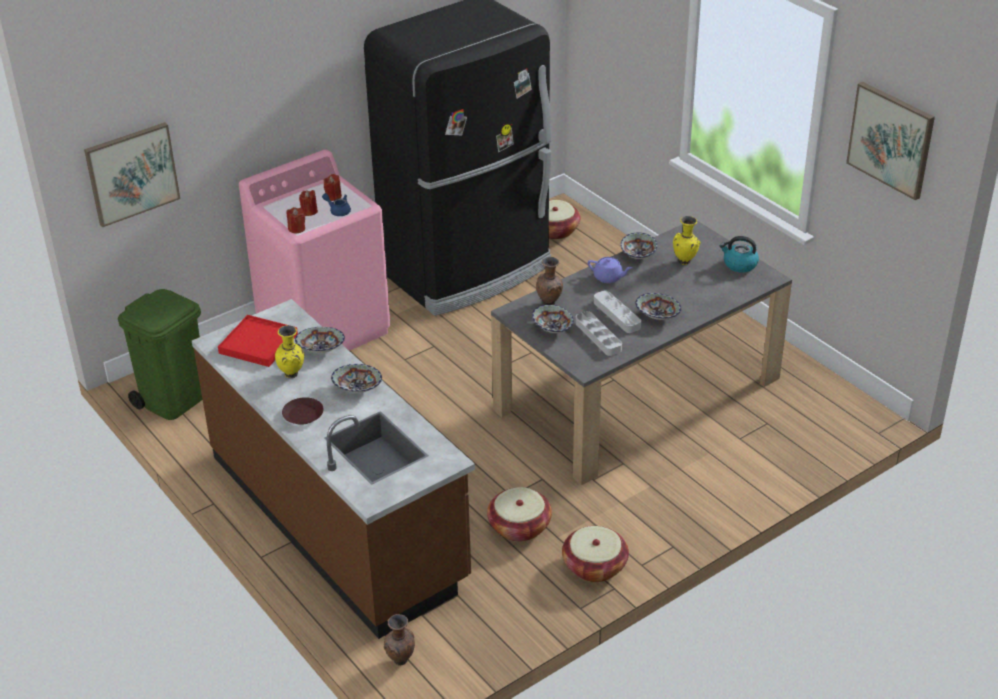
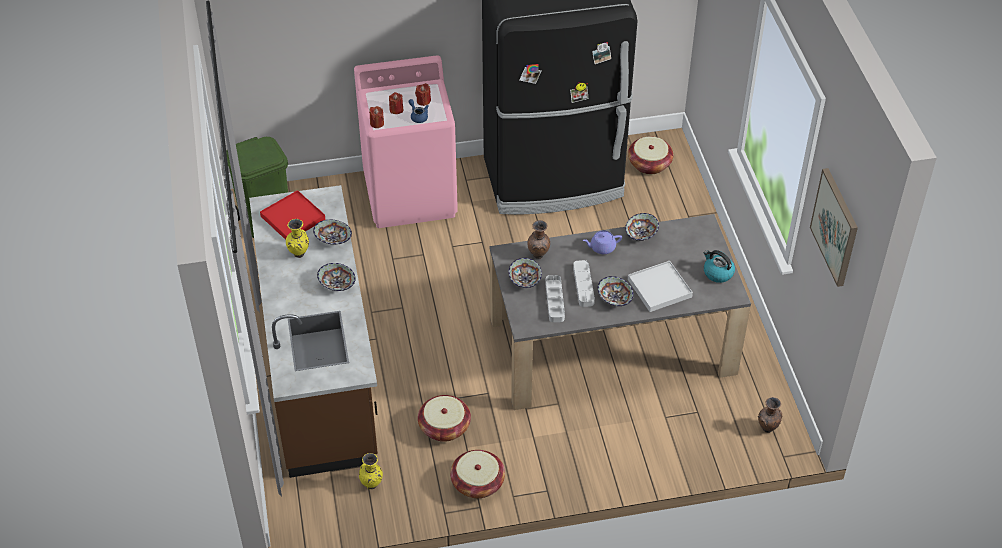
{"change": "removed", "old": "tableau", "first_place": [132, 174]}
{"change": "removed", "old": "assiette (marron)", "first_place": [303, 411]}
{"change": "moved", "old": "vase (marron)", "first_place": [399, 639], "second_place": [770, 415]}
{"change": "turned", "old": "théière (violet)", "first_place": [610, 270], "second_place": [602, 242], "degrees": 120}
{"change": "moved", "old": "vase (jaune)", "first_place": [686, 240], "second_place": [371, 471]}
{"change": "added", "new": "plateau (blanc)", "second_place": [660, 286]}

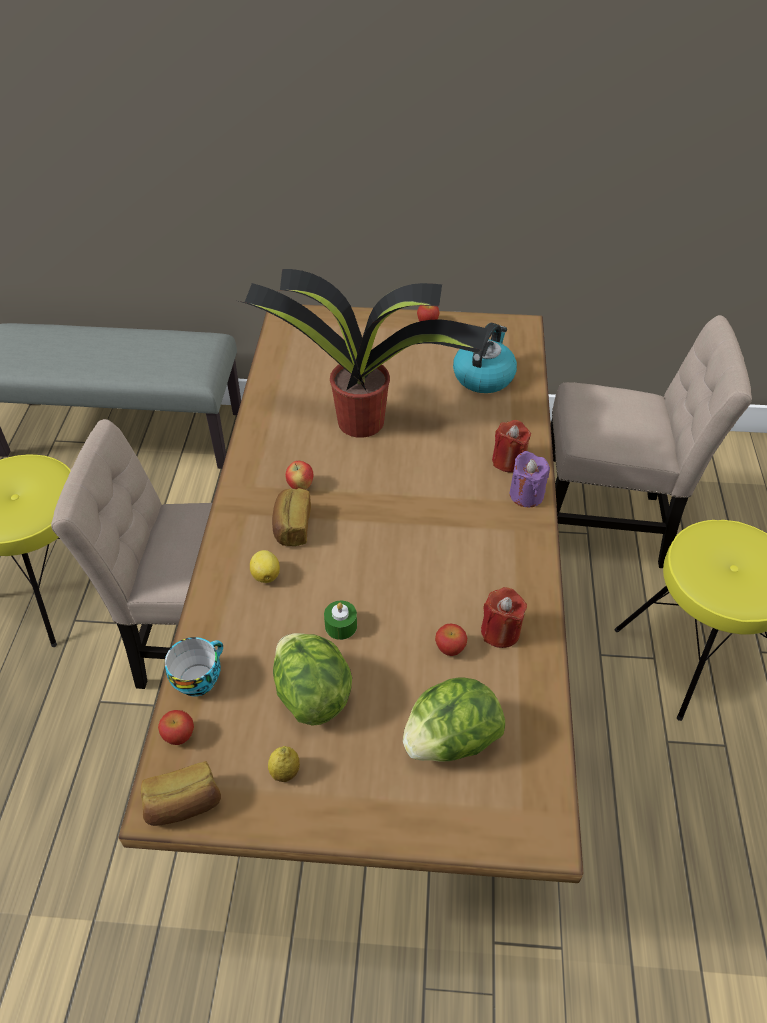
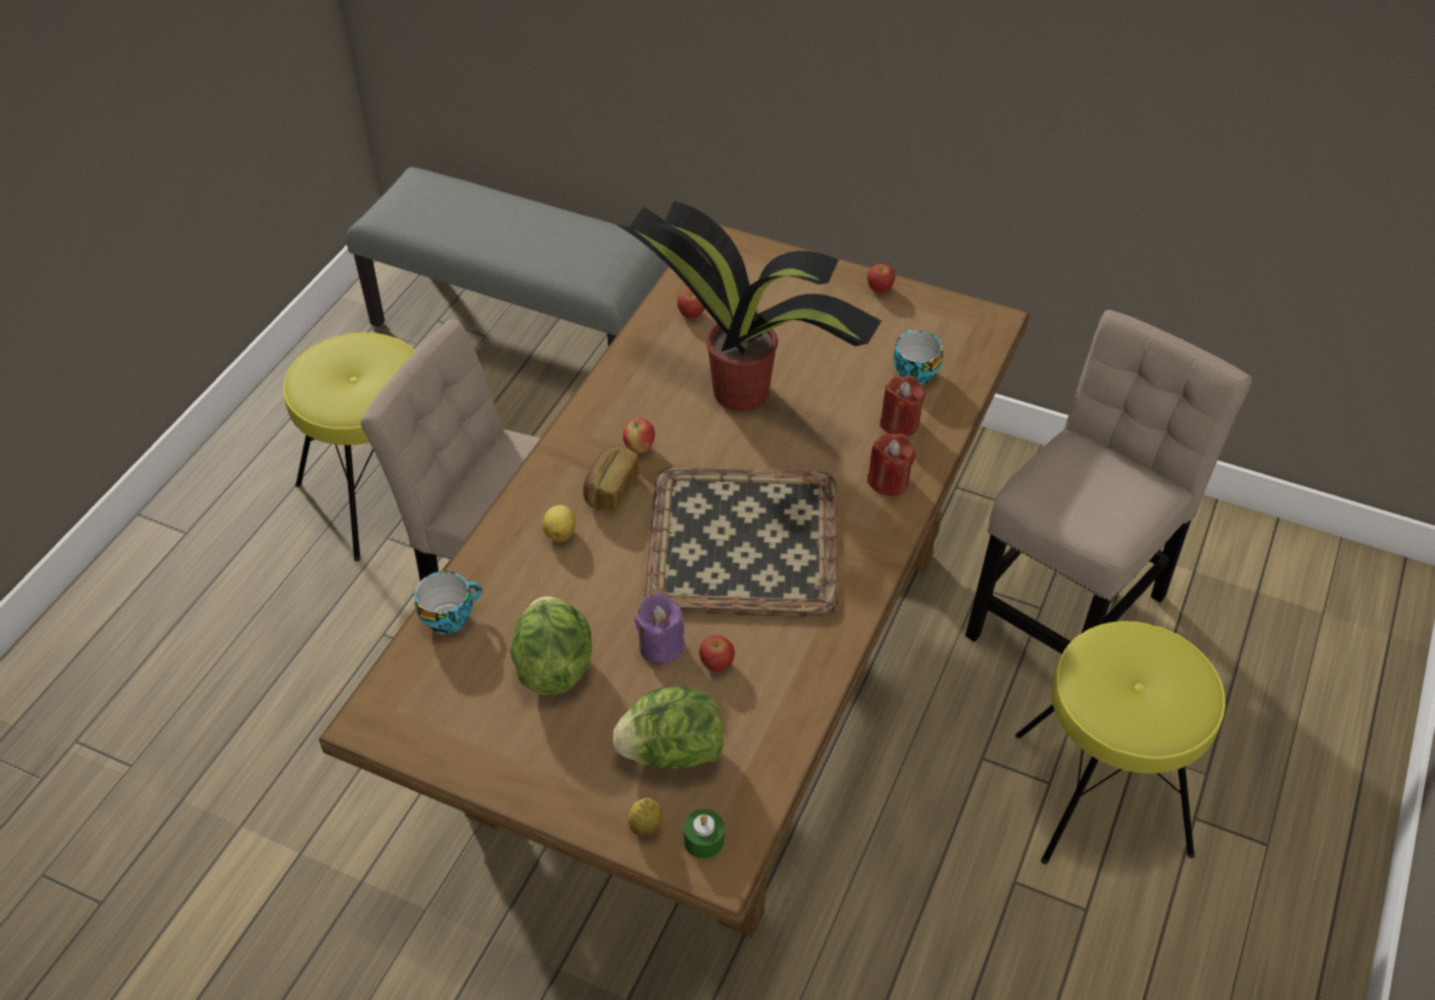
{"change": "removed", "old": "pain", "first_place": [181, 793]}
{"change": "moved", "old": "pomme", "first_place": [176, 727], "second_place": [691, 304]}
{"change": "moved", "old": "citron", "first_place": [284, 764], "second_place": [645, 817]}
{"change": "moved", "old": "bougie (vert)", "first_place": [340, 620], "second_place": [704, 834]}
{"change": "replaced", "old": "bouilloire", "new": "tasse", "first_place": [485, 358], "second_place": [918, 357]}
{"change": "moved", "old": "bougie (rouge)", "first_place": [504, 617], "second_place": [902, 406]}
{"change": "moved", "old": "bougie (violet)", "first_place": [529, 479], "second_place": [660, 629]}
{"change": "turned", "old": "chaise (beige)", "first_place": [651, 441], "second_place": [1108, 482], "degrees": -75}
{"change": "added", "new": "plateau", "second_place": [741, 542]}

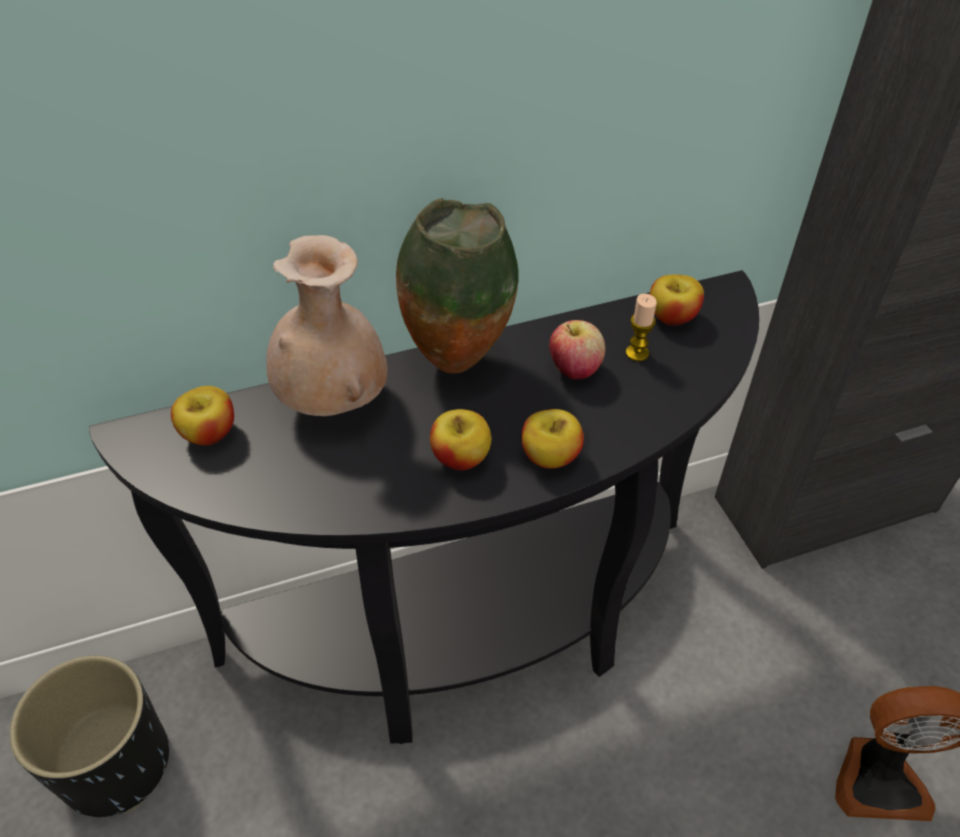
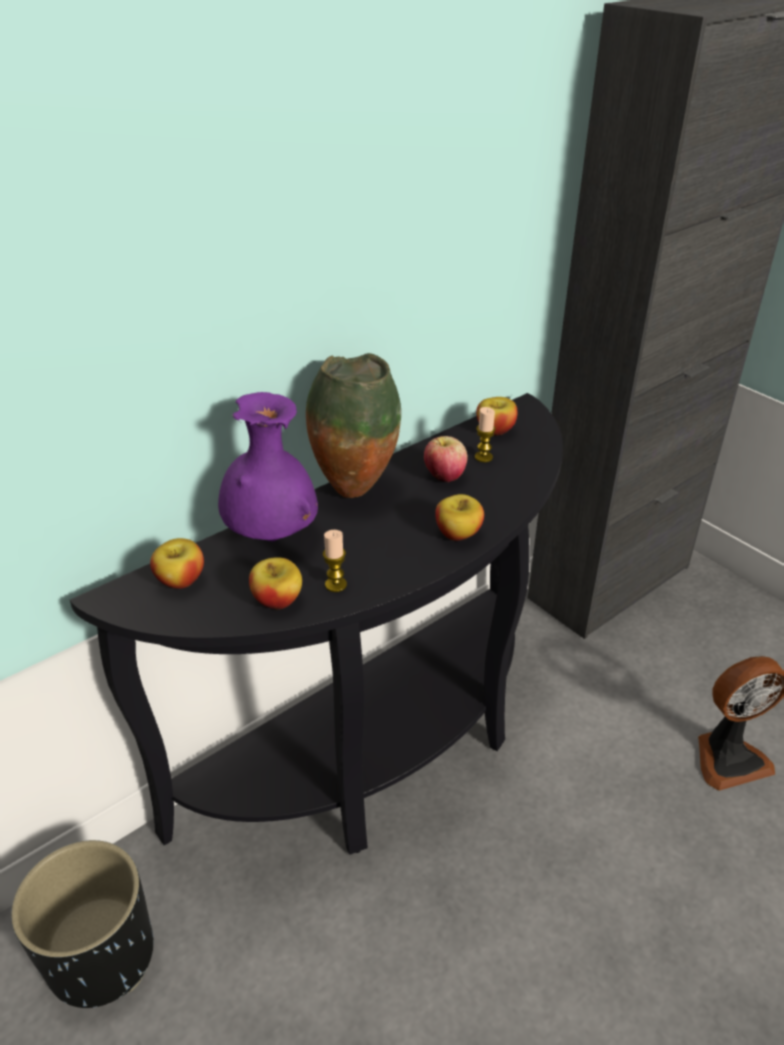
{"change": "recoloured", "old": "vase (beige)", "new": "vase (violet)", "first_place": [327, 325], "second_place": [268, 466]}
{"change": "moved", "old": "pomme", "first_place": [460, 440], "second_place": [275, 583]}
{"change": "added", "new": "bougie", "second_place": [335, 561]}

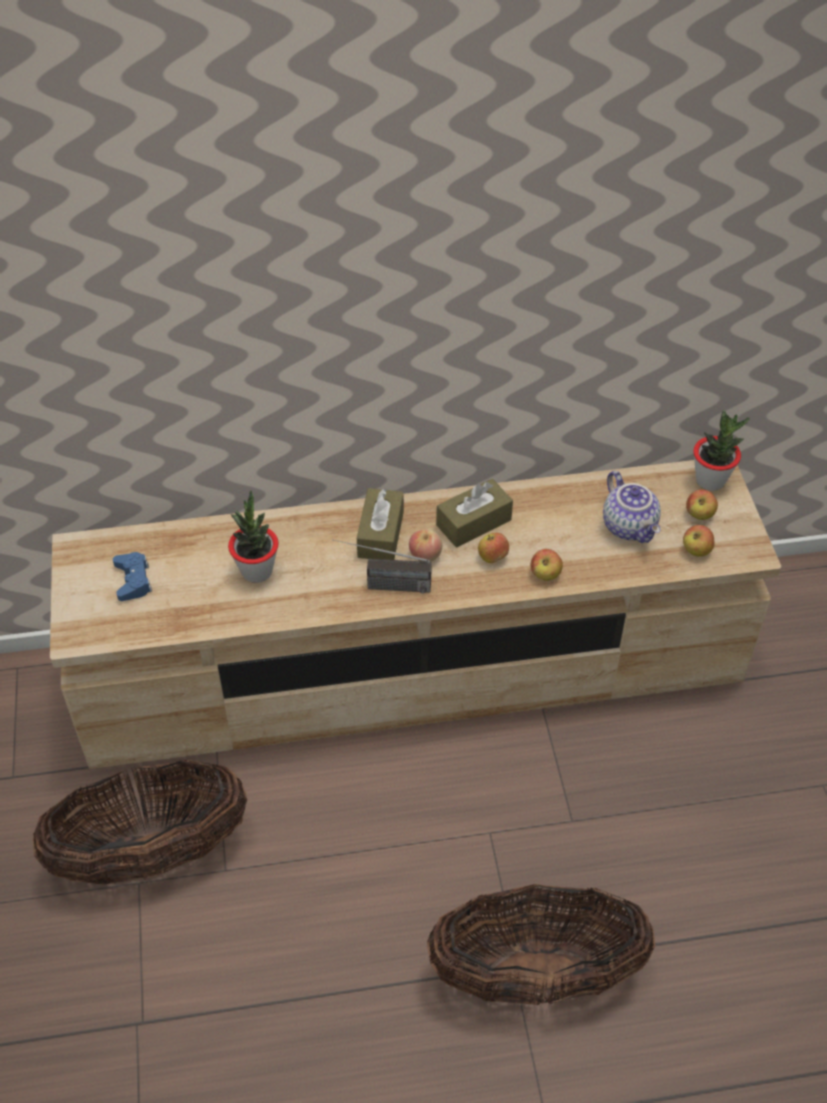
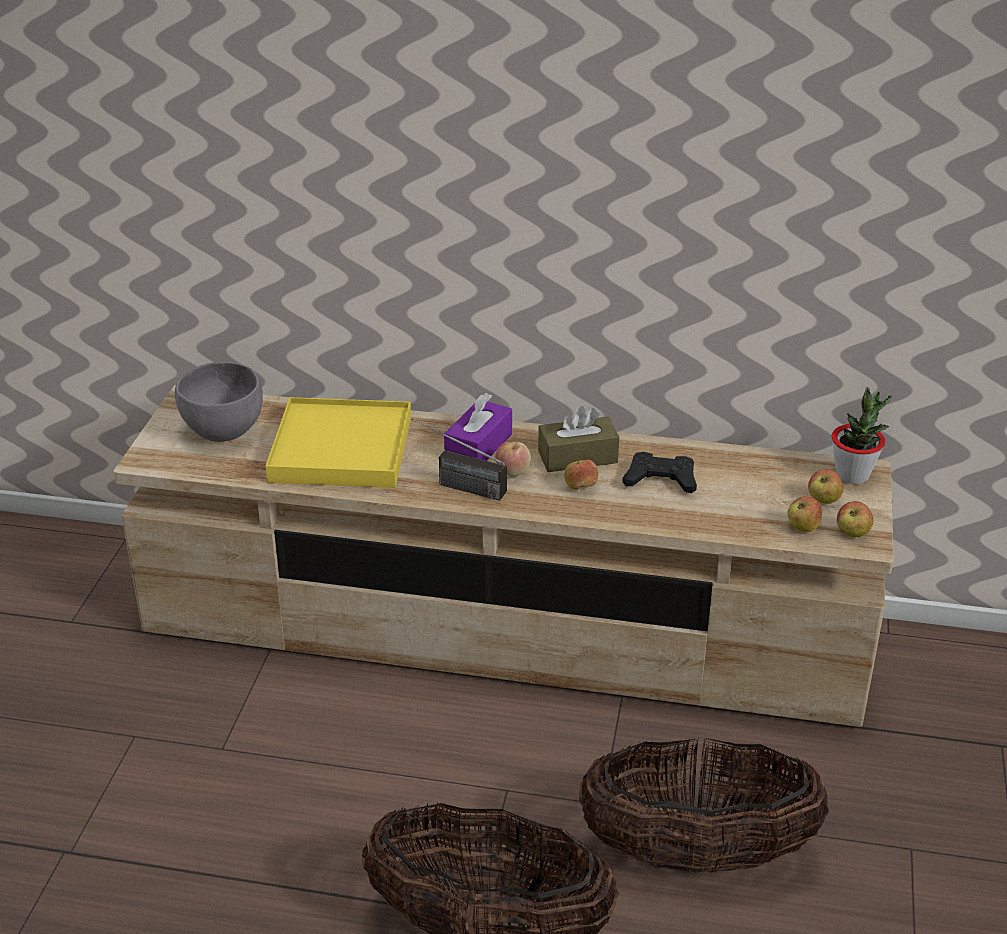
{"change": "moved", "old": "panier", "first_place": [139, 822], "second_place": [704, 805]}
{"change": "replaced", "old": "manette (bleu)", "new": "bol (gris)", "first_place": [132, 576], "second_place": [219, 402]}
{"change": "replaced", "old": "plante en pot", "new": "plateau (jaune)", "first_place": [253, 536], "second_place": [338, 442]}
{"change": "recoloured", "old": "boîte à mouchoirs (marron)", "new": "boîte à mouchoirs (violet)", "first_place": [380, 524], "second_place": [478, 427]}
{"change": "moved", "old": "pomme", "first_place": [546, 564], "second_place": [855, 519]}
{"change": "removed", "old": "théière", "first_place": [632, 507]}
{"change": "added", "new": "manette (noir)", "second_place": [660, 473]}

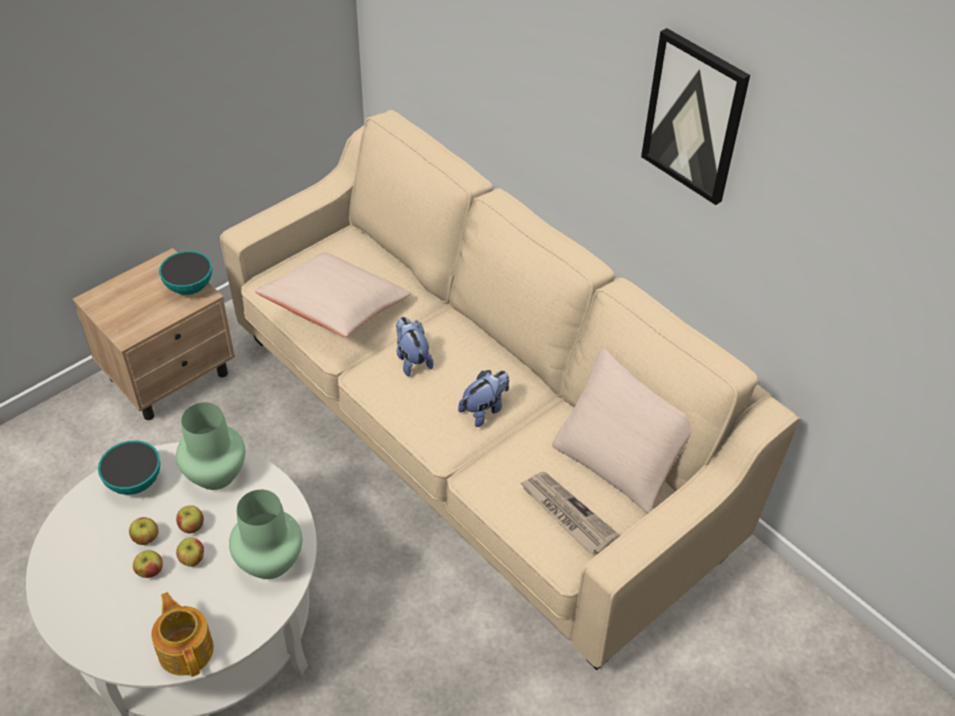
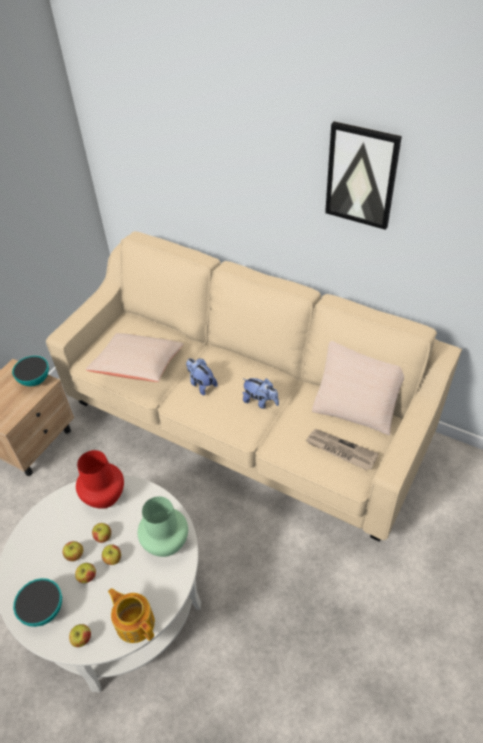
{"change": "moved", "old": "bol", "first_place": [129, 467], "second_place": [37, 602]}
{"change": "recoloured", "old": "vase (vert)", "new": "vase (rouge)", "first_place": [210, 446], "second_place": [100, 479]}
{"change": "turned", "old": "peluche", "first_place": [483, 398], "second_place": [260, 393], "degrees": 90}
{"change": "added", "new": "pomme", "second_place": [80, 635]}

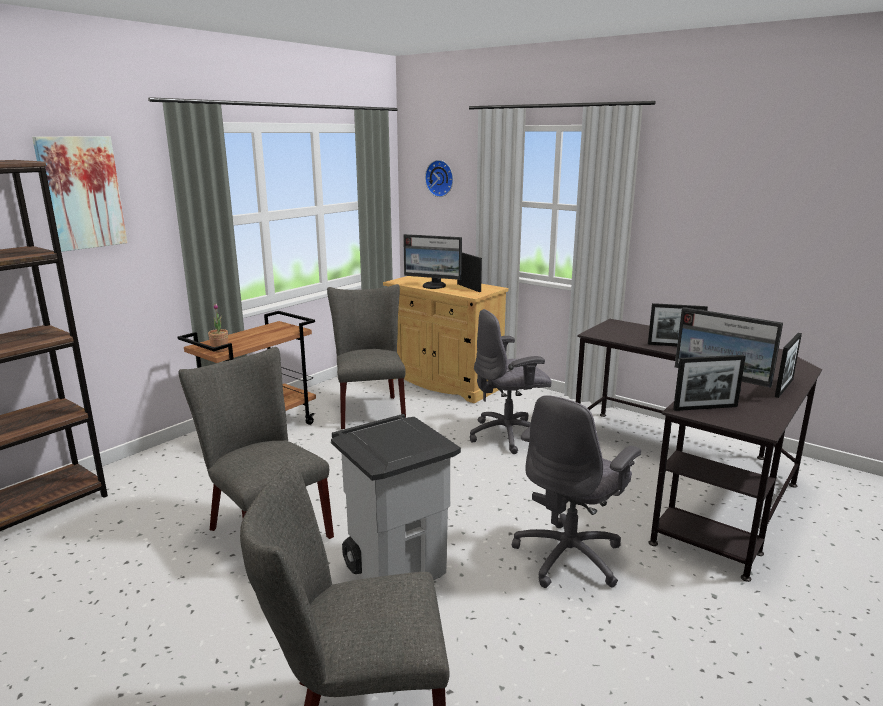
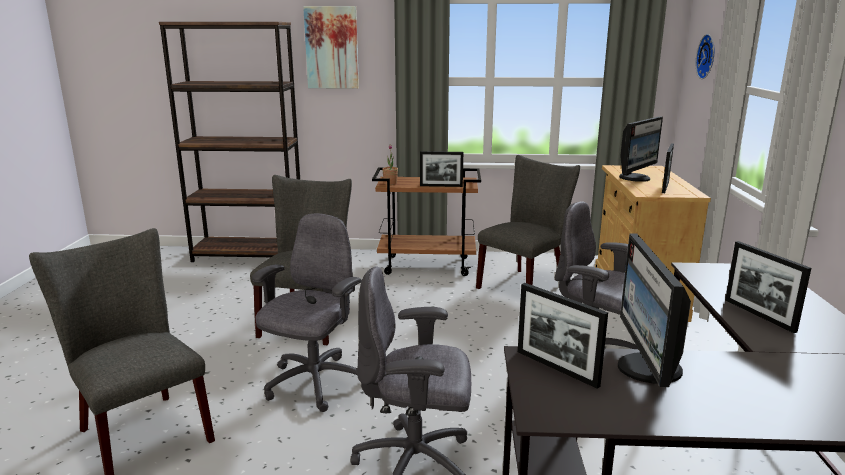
{"change": "replaced", "old": "poubelle (gris)", "new": "chaise de bureau (gris)", "first_place": [396, 497], "second_place": [306, 313]}
{"change": "turned", "old": "écran d'ordinateur", "first_place": [432, 261], "second_place": [641, 149], "degrees": -120}
{"change": "moved", "old": "cadre photo", "first_place": [788, 365], "second_place": [441, 169]}

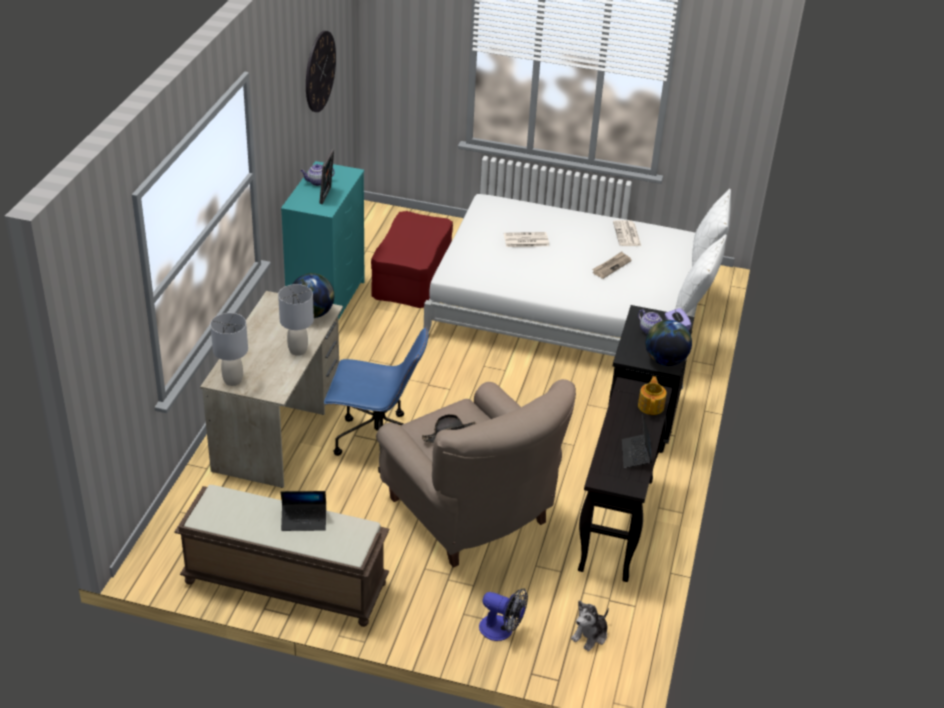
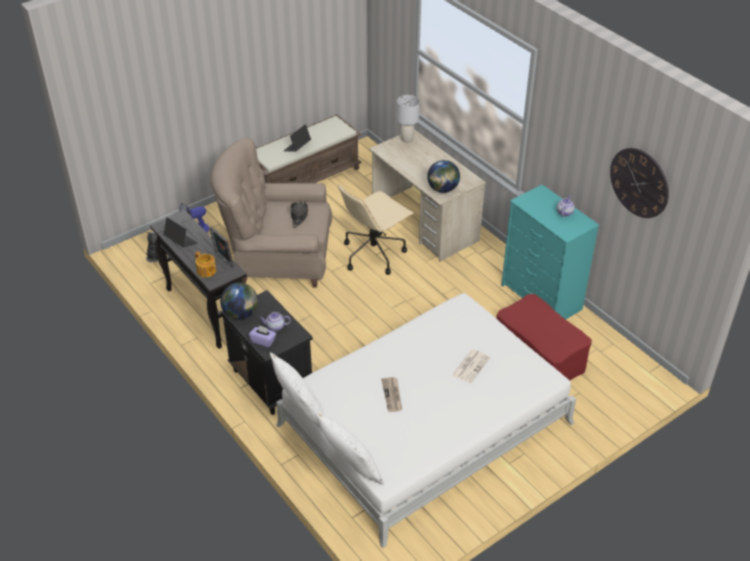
{"change": "removed", "old": "lampe de table (gris)", "first_place": [296, 320]}
{"change": "moved", "old": "cadre photo", "first_place": [326, 176], "second_place": [221, 247]}
{"change": "recoloured", "old": "chaise de bureau (bleu)", "new": "chaise de bureau (beige)", "first_place": [376, 400], "second_place": [376, 230]}
{"change": "removed", "old": "journal", "first_place": [627, 233]}

